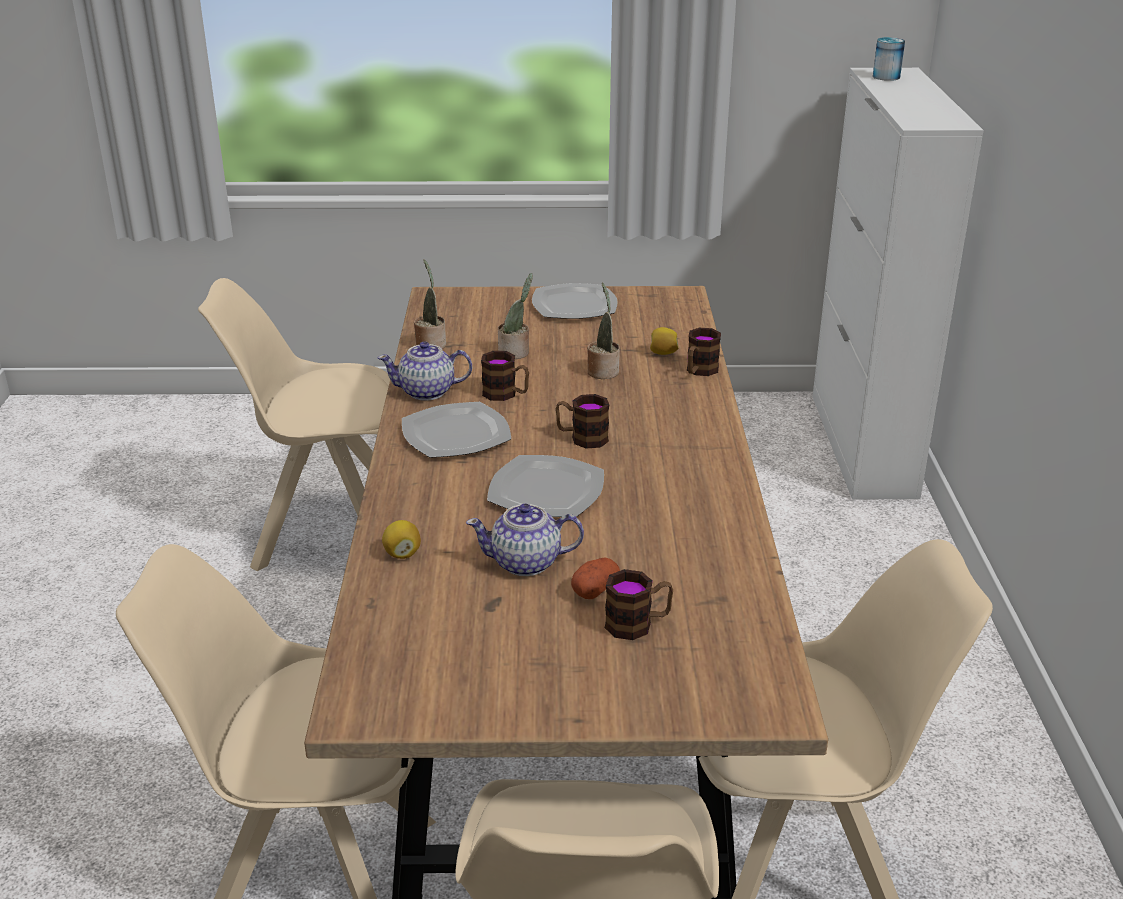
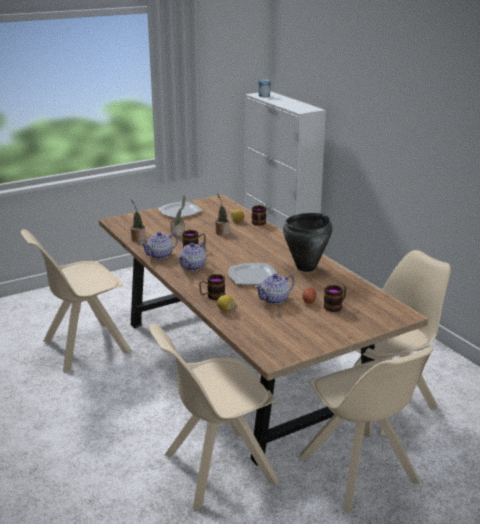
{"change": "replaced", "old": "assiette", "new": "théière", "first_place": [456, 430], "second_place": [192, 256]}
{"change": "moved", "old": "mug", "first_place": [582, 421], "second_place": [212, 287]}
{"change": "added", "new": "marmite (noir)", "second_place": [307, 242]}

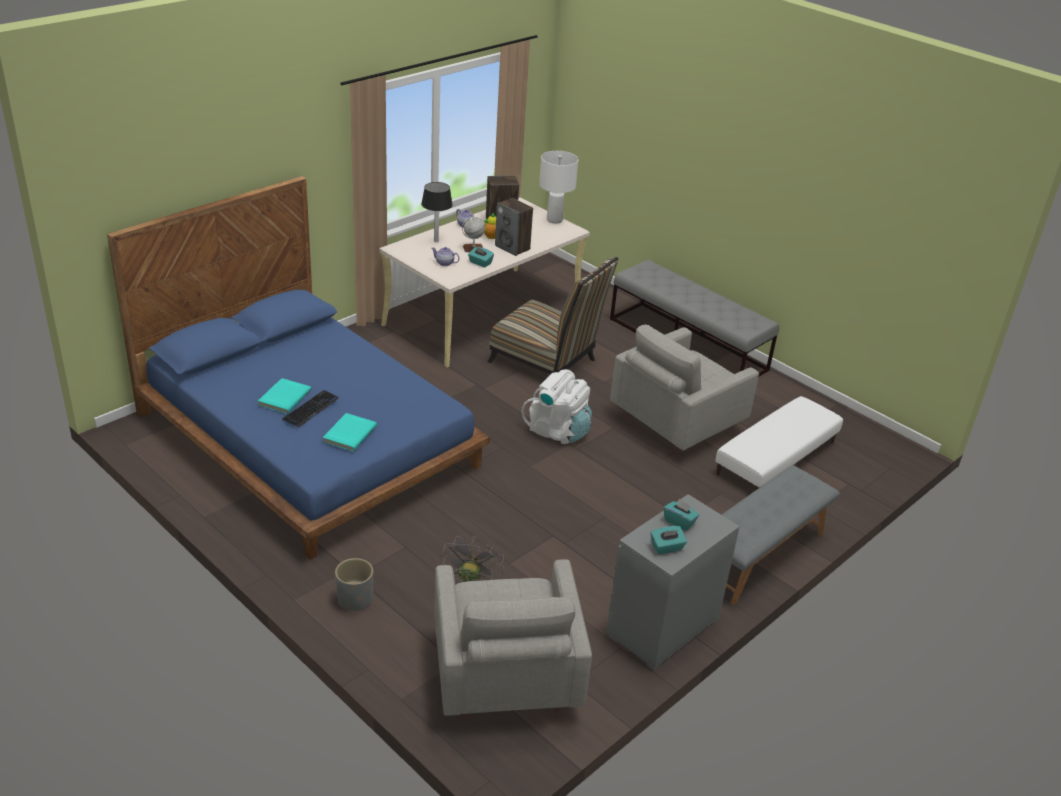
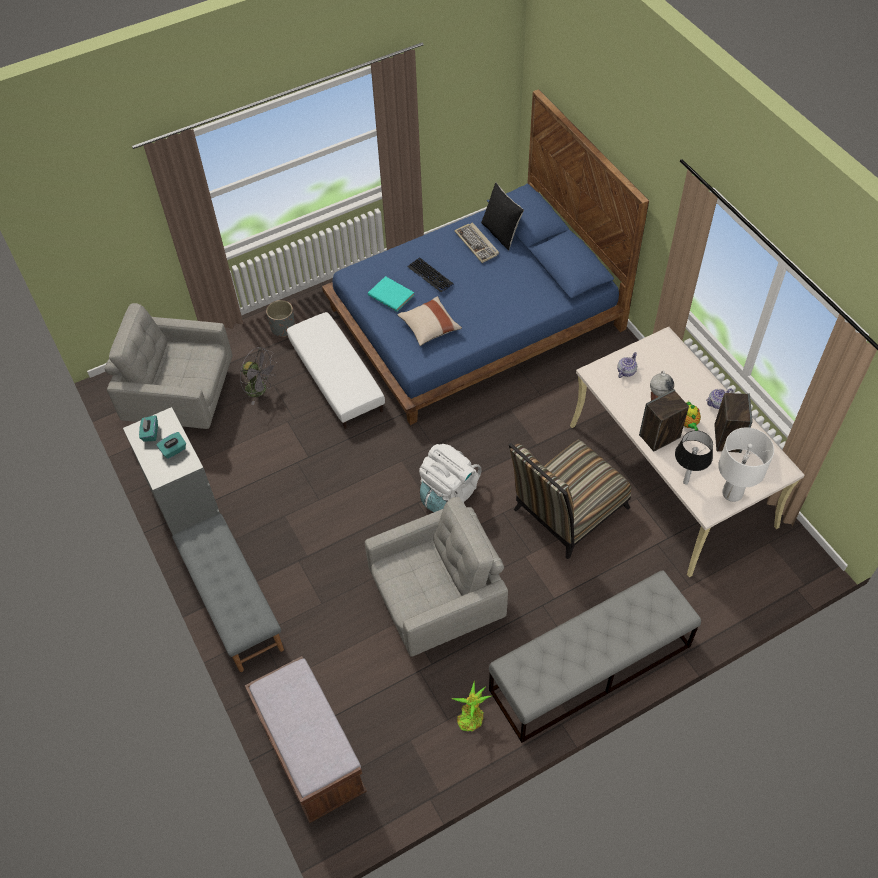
{"change": "removed", "old": "livre (turquoise)", "first_place": [284, 396]}
{"change": "moved", "old": "lampe de table", "first_place": [437, 212], "second_place": [694, 457]}
{"change": "removed", "old": "boîte à mouchoirs (turquoise)", "first_place": [481, 257]}
{"change": "turned", "old": "fauteuil (gris)", "first_place": [684, 389], "second_place": [436, 577], "degrees": 90}
{"change": "moved", "old": "pouf (blanc)", "first_place": [779, 443], "second_place": [336, 370]}
{"change": "added", "new": "banc (marron)", "second_place": [306, 739]}
{"change": "added", "new": "coussin (beige)", "second_place": [429, 321]}
{"change": "added", "new": "plante en pot", "second_place": [471, 706]}
{"change": "added", "new": "clavier", "second_place": [476, 242]}
{"change": "added", "new": "coussin (noir)", "second_place": [502, 216]}

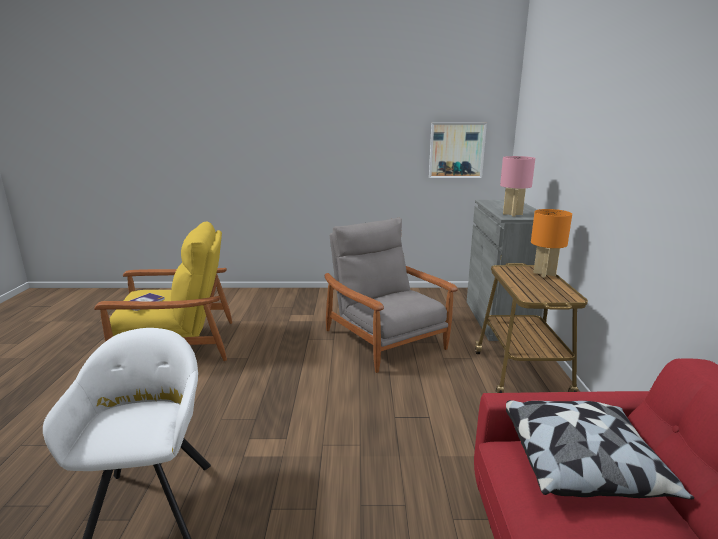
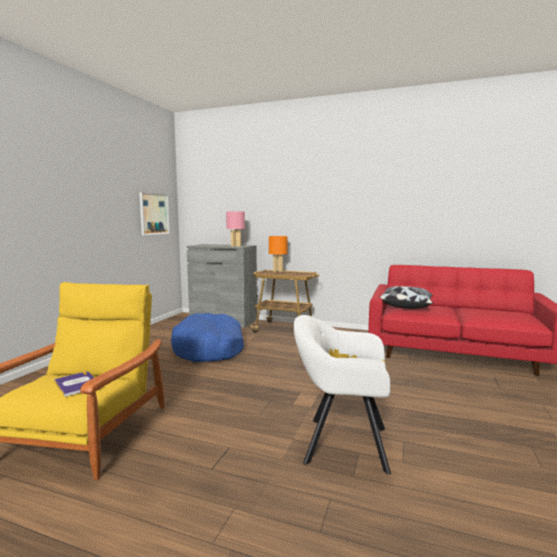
{"change": "replaced", "old": "fauteuil (gris)", "new": "panier pour chien (bleu)", "first_place": [391, 295], "second_place": [207, 337]}

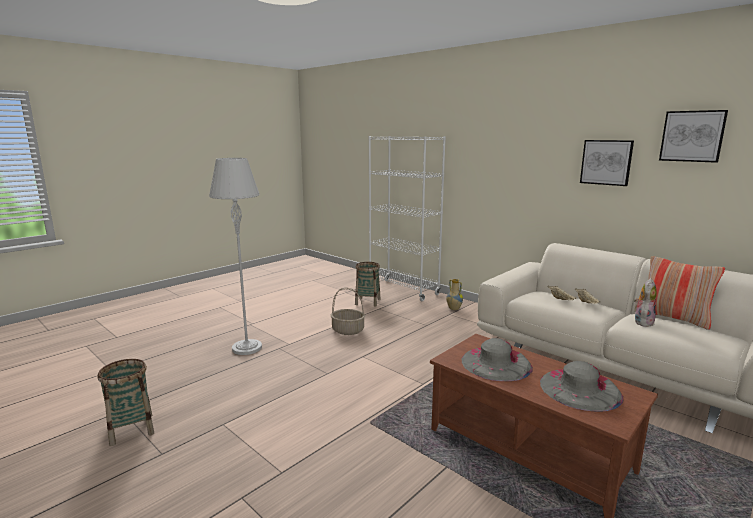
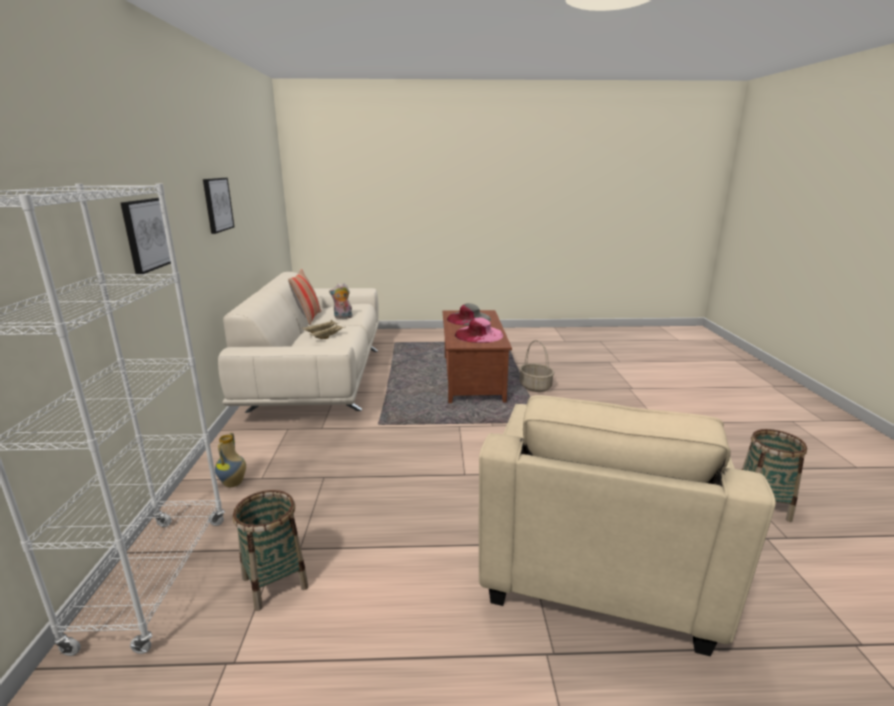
{"change": "replaced", "old": "lampadaire (gris)", "new": "fauteuil (beige)", "first_place": [235, 256], "second_place": [627, 525]}
{"change": "moved", "old": "panier", "first_place": [348, 311], "second_place": [536, 366]}
{"change": "recoloured", "old": "chapeau (gris)", "new": "chapeau (rose)", "first_place": [497, 359], "second_place": [479, 330]}
{"change": "moved", "old": "tableau", "first_place": [693, 136], "second_place": [145, 236]}

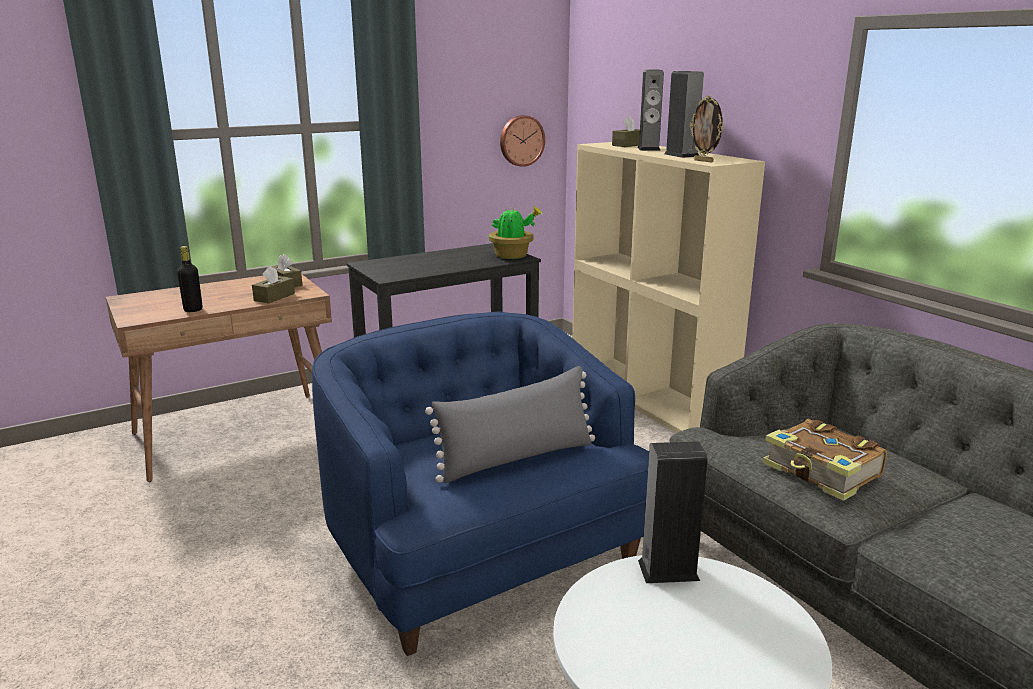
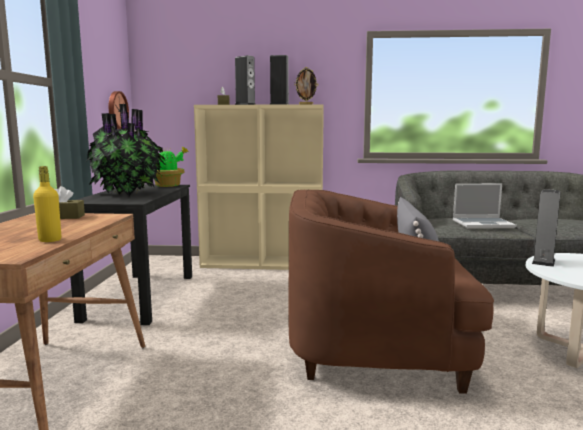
{"change": "recoloured", "old": "bouteille (noir)", "new": "bouteille (jaune)", "first_place": [190, 279], "second_place": [47, 204]}
{"change": "removed", "old": "boîte à mouchoirs (marron)", "first_place": [273, 285]}
{"change": "recoloured", "old": "fauteuil (bleu)", "new": "fauteuil (marron)", "first_place": [480, 483], "second_place": [391, 291]}
{"change": "replaced", "old": "livre", "new": "ordinateur portable", "first_place": [825, 460], "second_place": [485, 206]}
{"change": "added", "new": "plante en pot", "second_place": [125, 150]}

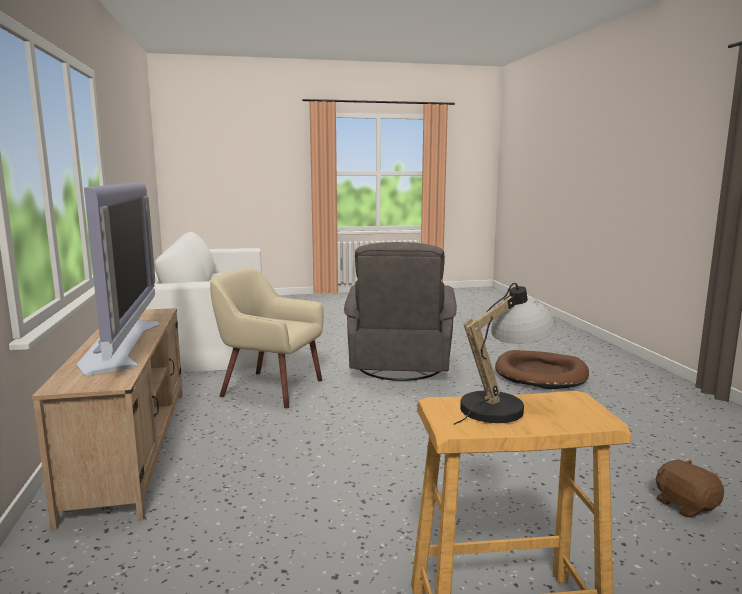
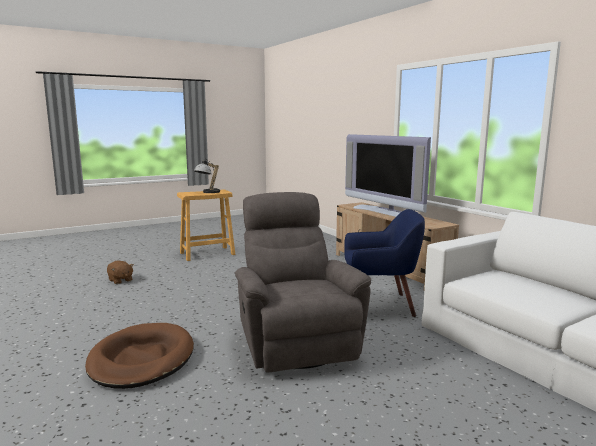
{"change": "recoloured", "old": "fauteuil (beige)", "new": "fauteuil (bleu)", "first_place": [267, 338], "second_place": [385, 263]}

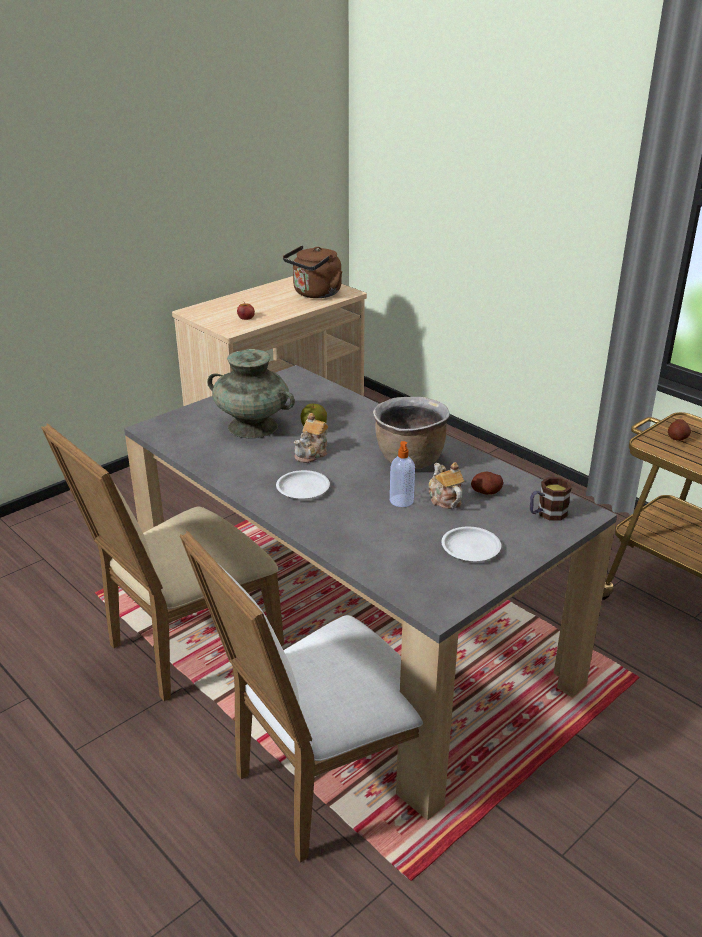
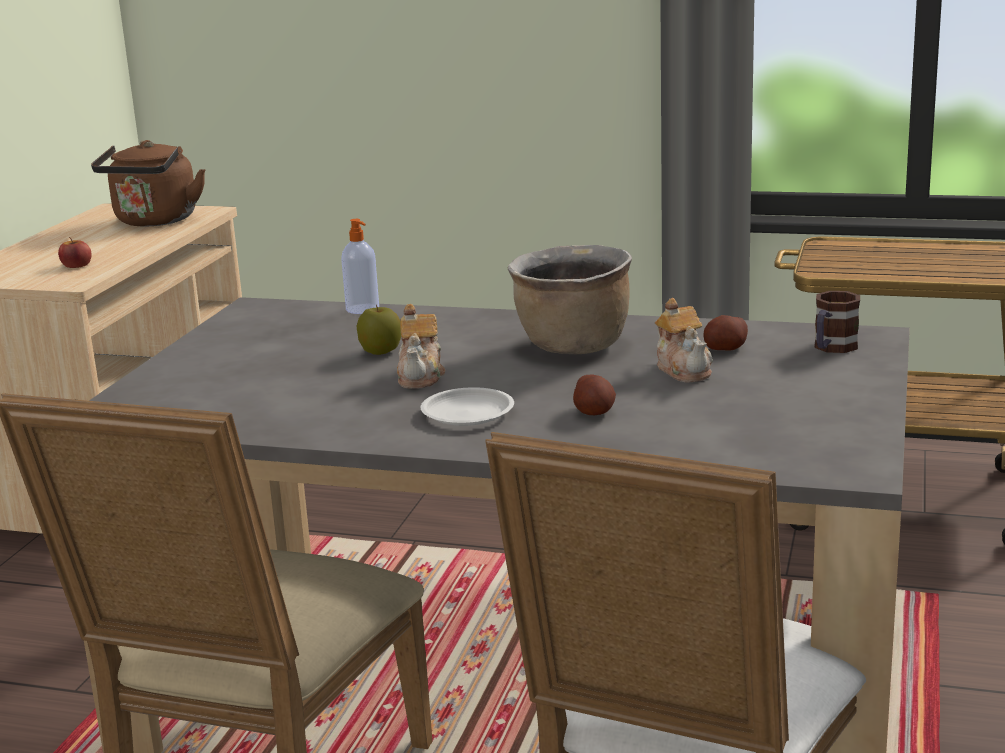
{"change": "removed", "old": "vase (turquoise)", "first_place": [251, 393]}
{"change": "moved", "old": "distributeur de savon", "first_place": [402, 474], "second_place": [360, 266]}
{"change": "turned", "old": "théière", "first_place": [446, 485], "second_place": [684, 340], "degrees": -150}
{"change": "removed", "old": "assiette (blanc)", "first_place": [471, 544]}
{"change": "moved", "old": "pomme de terre", "first_place": [679, 430], "second_place": [594, 395]}

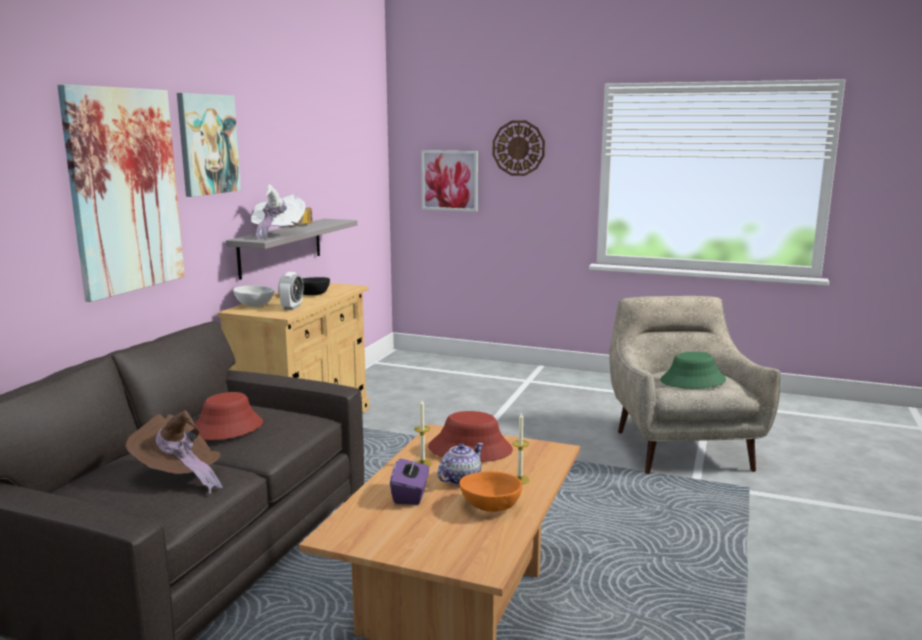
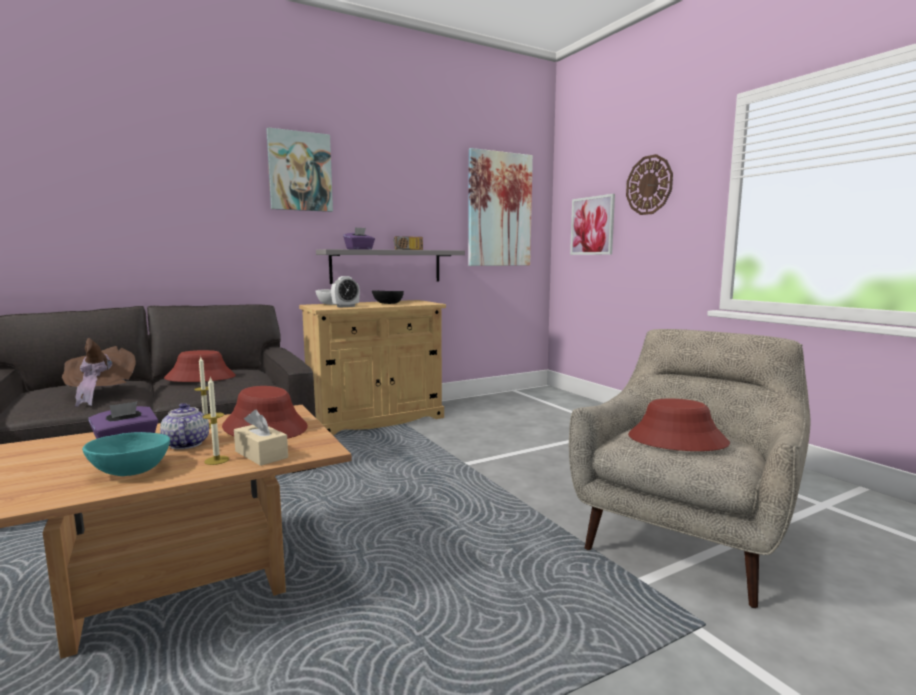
{"change": "moved", "old": "tableau", "first_place": [121, 193], "second_place": [500, 207]}
{"change": "replaced", "old": "chapeau (blanc)", "new": "boîte à mouchoirs (violet)", "first_place": [278, 212], "second_place": [359, 238]}
{"change": "turned", "old": "théière", "first_place": [460, 464], "second_place": [184, 426], "degrees": -105}
{"change": "recoloured", "old": "bol (orange)", "new": "bol (turquoise)", "first_place": [490, 491], "second_place": [126, 454]}
{"change": "recoloured", "old": "chapeau (vert)", "new": "chapeau (rouge)", "first_place": [693, 370], "second_place": [679, 425]}
{"change": "added", "new": "boîte à mouchoirs (beige)", "second_place": [261, 438]}

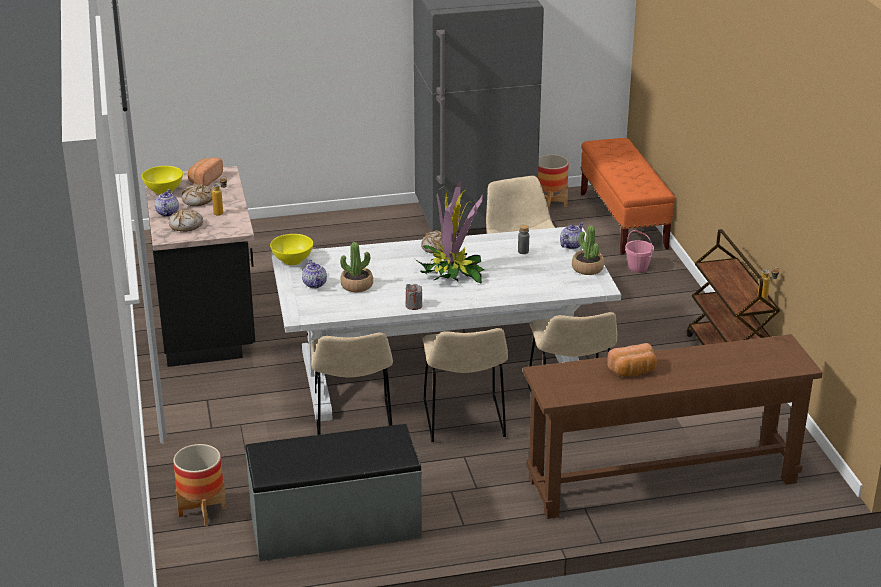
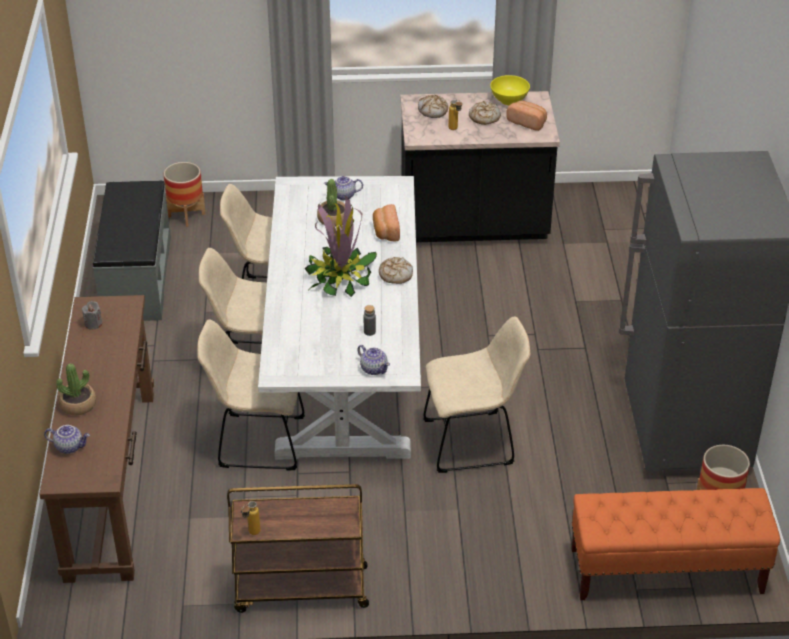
{"change": "moved", "old": "théière", "first_place": [167, 203], "second_place": [67, 439]}
{"change": "removed", "old": "bol (jaune)", "first_place": [291, 249]}
{"change": "moved", "old": "bougie (gris)", "first_place": [414, 297], "second_place": [92, 315]}
{"change": "moved", "old": "plante en pot", "first_place": [588, 250], "second_place": [76, 389]}
{"change": "moved", "old": "pain", "first_place": [632, 360], "second_place": [386, 223]}
{"change": "removed", "old": "seau (rose)", "first_place": [639, 251]}

